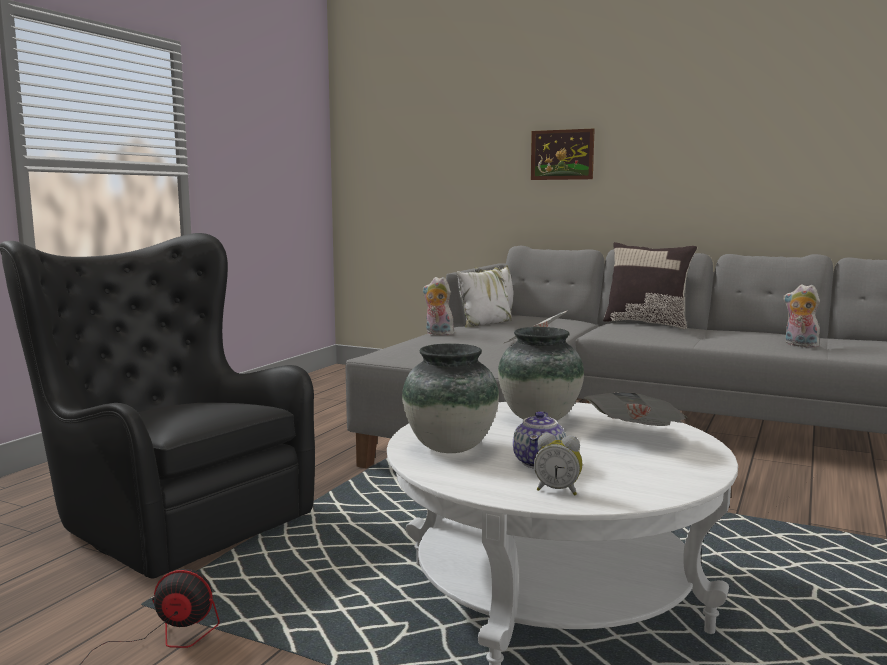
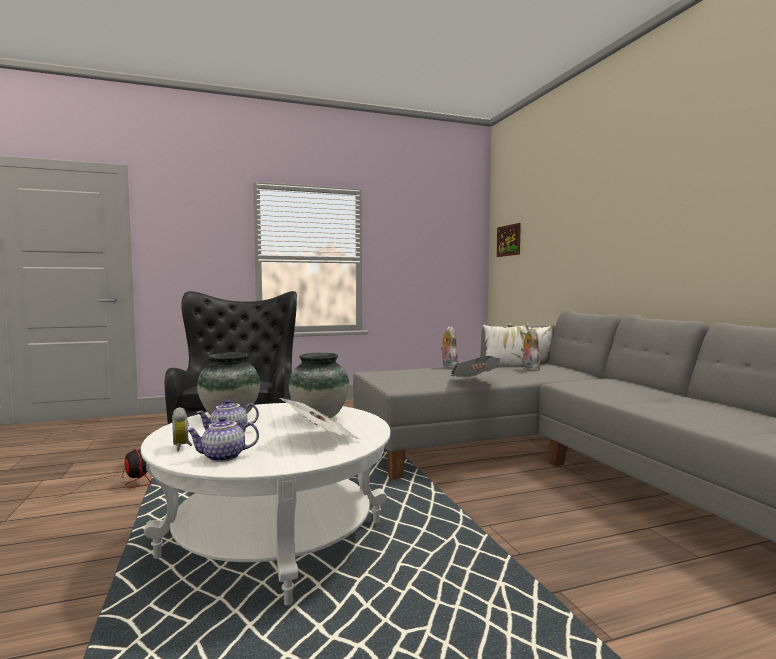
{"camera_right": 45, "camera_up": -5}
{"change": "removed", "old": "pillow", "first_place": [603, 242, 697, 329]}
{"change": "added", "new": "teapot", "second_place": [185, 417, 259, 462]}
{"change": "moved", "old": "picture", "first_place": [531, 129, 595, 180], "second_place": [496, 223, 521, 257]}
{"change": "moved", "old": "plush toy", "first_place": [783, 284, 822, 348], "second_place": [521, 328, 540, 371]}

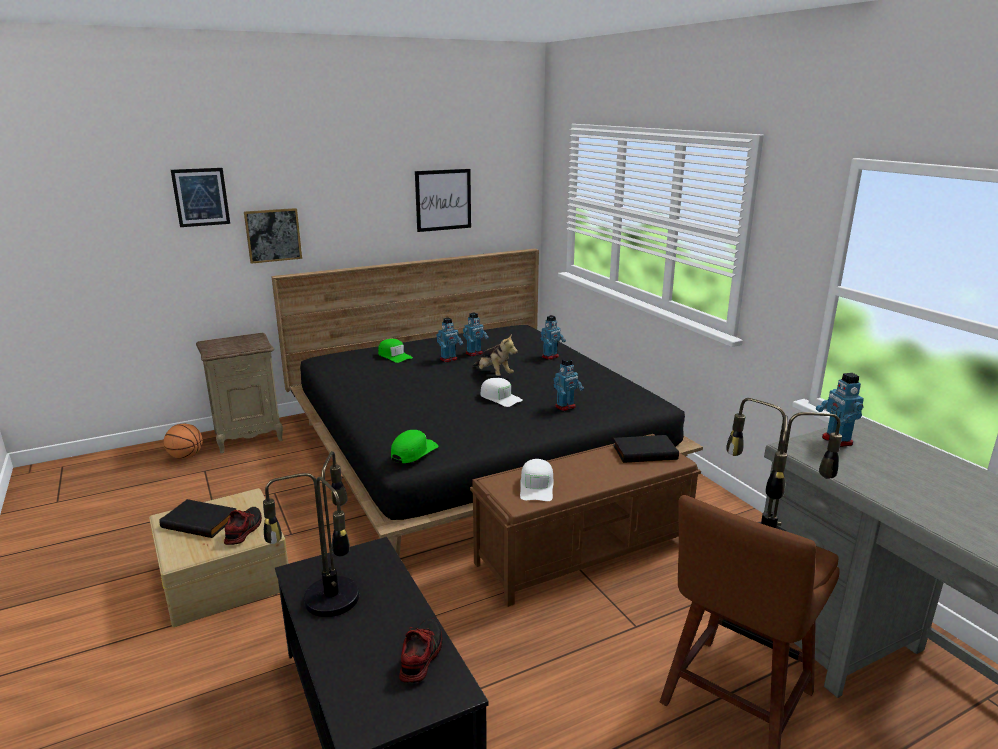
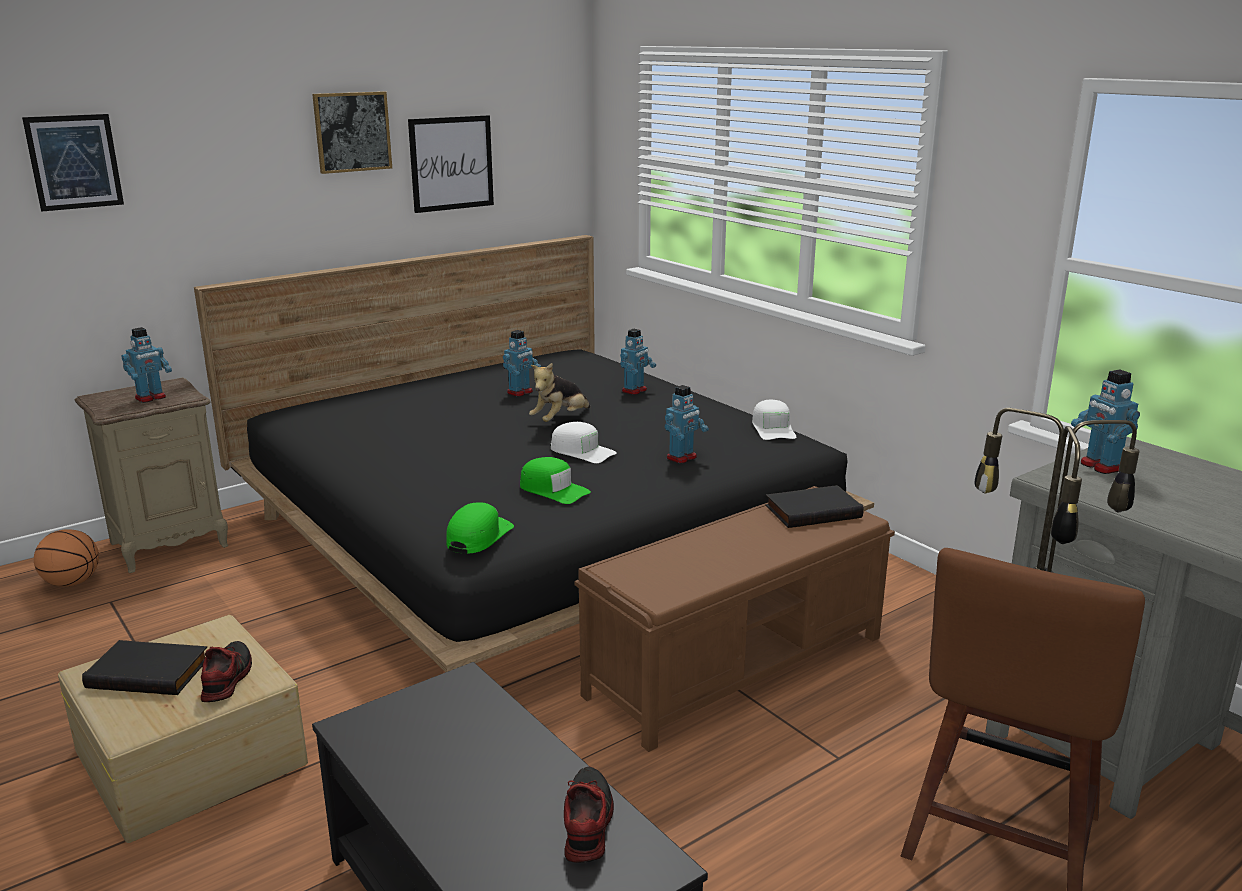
{"camera_right": -10, "camera_up": 0}
{"change": "removed", "old": "table lamp", "first_place": [263, 451, 359, 617]}
{"change": "moved", "old": "picture", "first_place": [244, 208, 302, 264], "second_place": [312, 91, 392, 174]}
{"change": "moved", "old": "green cap", "first_place": [378, 339, 413, 363], "second_place": [520, 457, 591, 504]}
{"change": "moved", "old": "toy robot", "first_place": [437, 317, 463, 363], "second_place": [122, 327, 172, 403]}
{"change": "moved", "old": "white cap", "first_place": [520, 459, 554, 501], "second_place": [752, 400, 796, 440]}
{"change": "turned", "old": "plush toy", "first_place": [472, 336, 518, 376], "second_place": [529, 363, 590, 422], "degrees": 90}

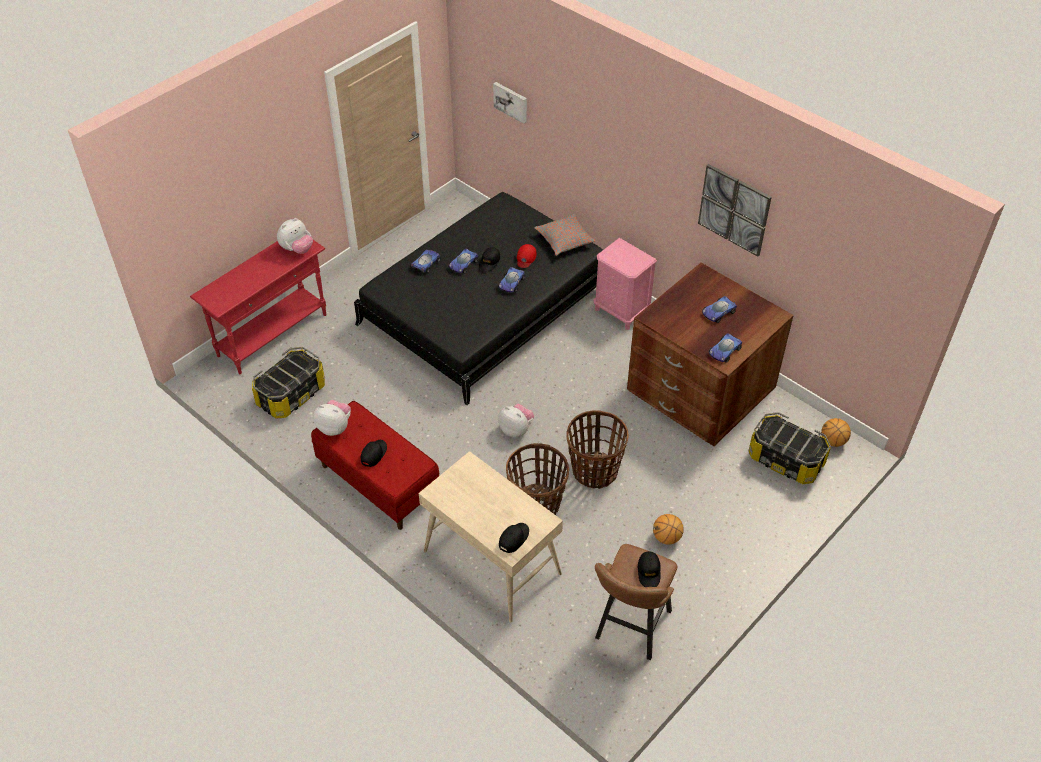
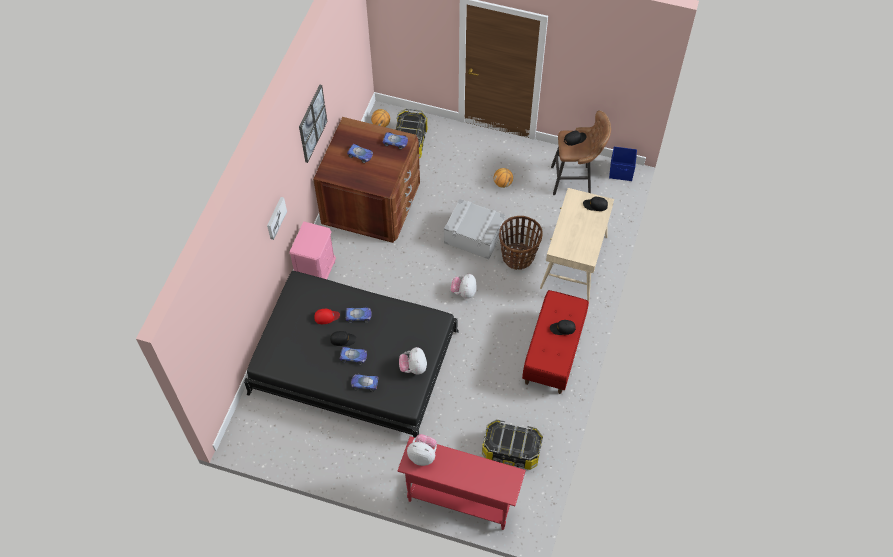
{"camera_right": -115, "camera_up": 10}
{"change": "removed", "old": "grey pillow", "first_place": [534, 214, 596, 256]}
{"change": "added", "new": "blue storage box", "second_place": [609, 147, 637, 181]}
{"change": "moved", "old": "plush toy", "first_place": [313, 400, 351, 436], "second_place": [399, 347, 427, 374]}
{"change": "moved", "old": "picture", "first_place": [493, 82, 527, 124], "second_place": [267, 197, 287, 240]}
{"change": "replaced", "old": "basket", "new": "grey storage box", "first_place": [566, 410, 629, 489], "second_place": [444, 199, 505, 259]}

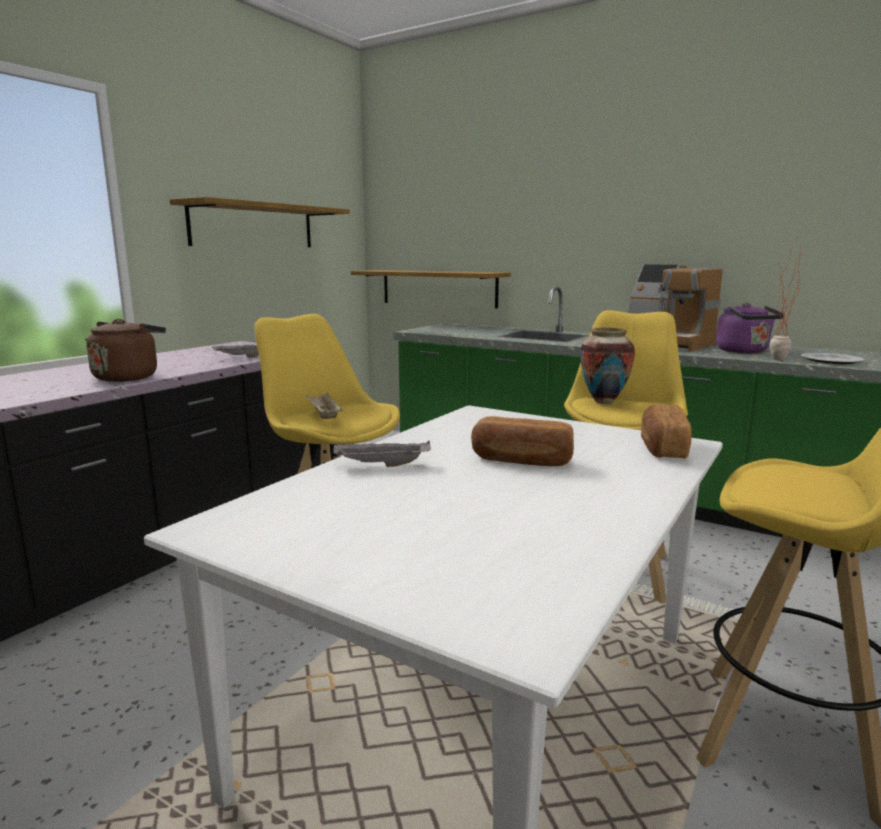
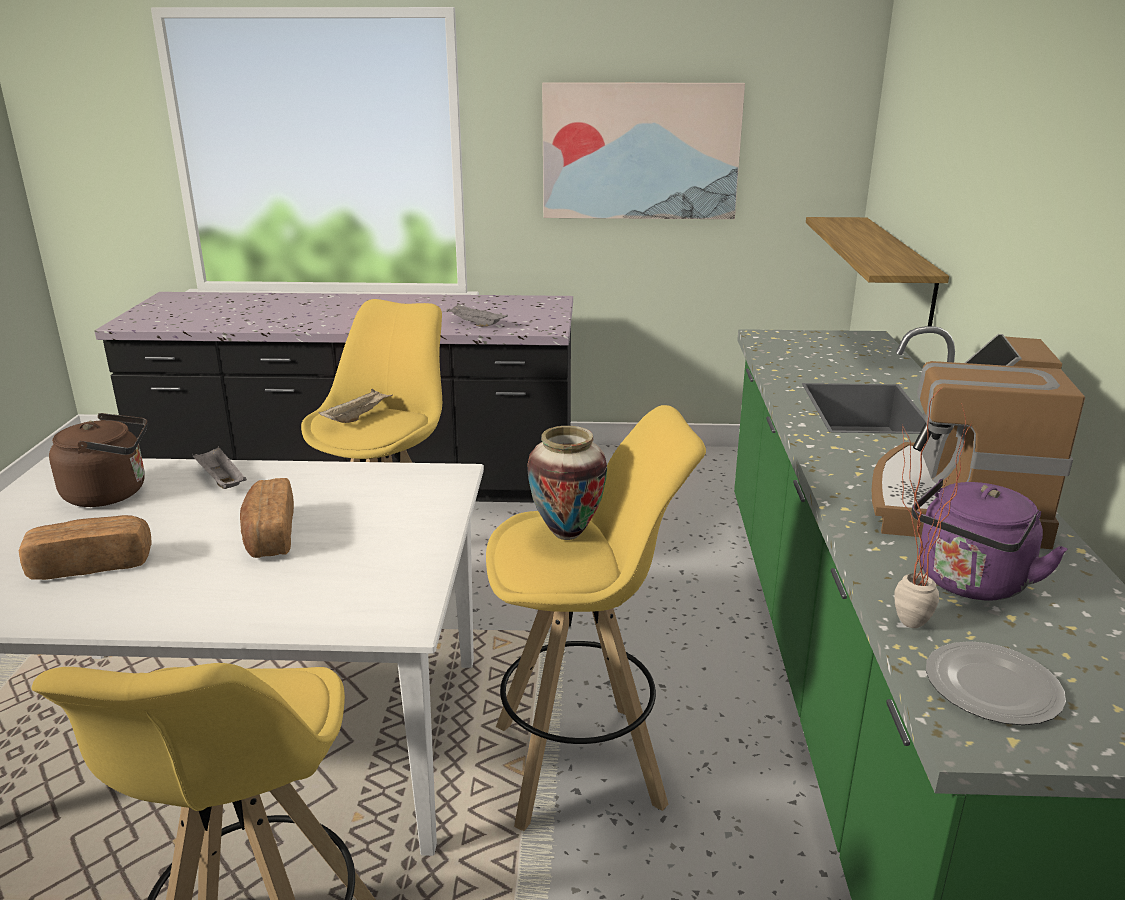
{"camera_right": 60, "camera_up": 10}
{"change": "moved", "old": "brown kettle", "first_place": [85, 319, 166, 382], "second_place": [49, 413, 148, 507]}
{"change": "moved", "old": "bread", "first_place": [641, 404, 692, 459], "second_place": [19, 515, 151, 580]}
{"change": "replaced", "old": "shelf", "new": "picture", "first_place": [170, 197, 350, 247], "second_place": [542, 82, 745, 219]}

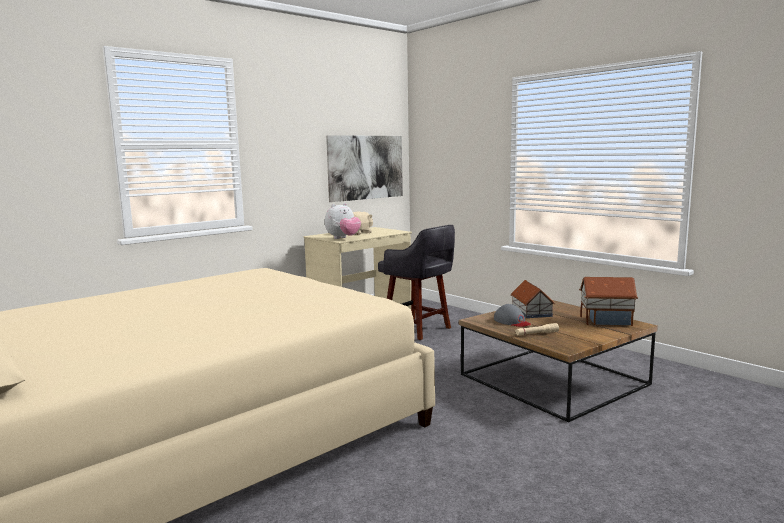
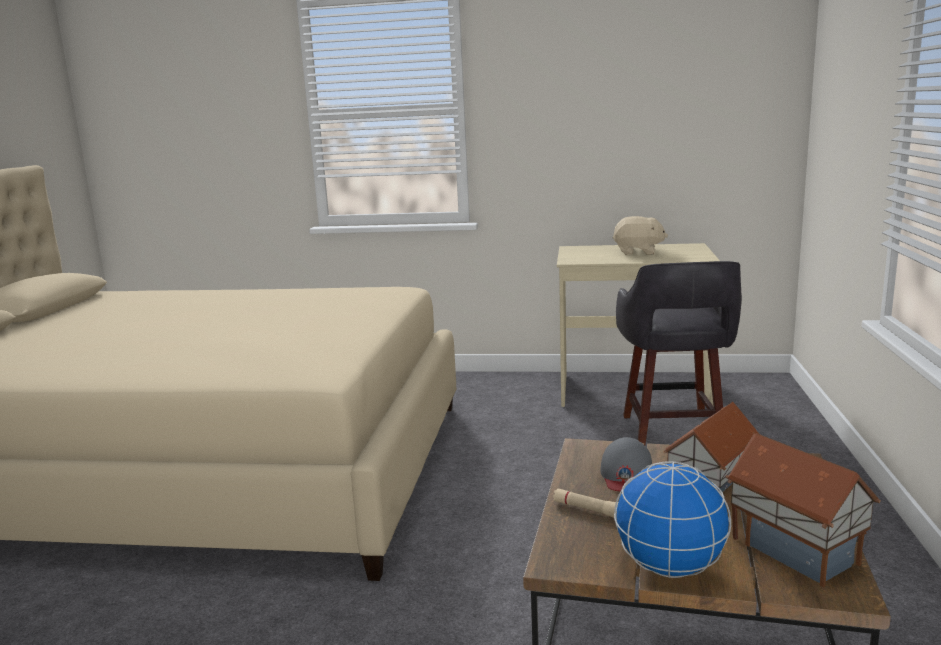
{"camera_right": 50, "camera_up": 5}
{"change": "removed", "old": "plush toy", "first_place": [325, 203, 361, 239]}
{"change": "removed", "old": "picture", "first_place": [326, 135, 403, 202]}
{"change": "added", "new": "globe", "second_place": [614, 461, 731, 578]}

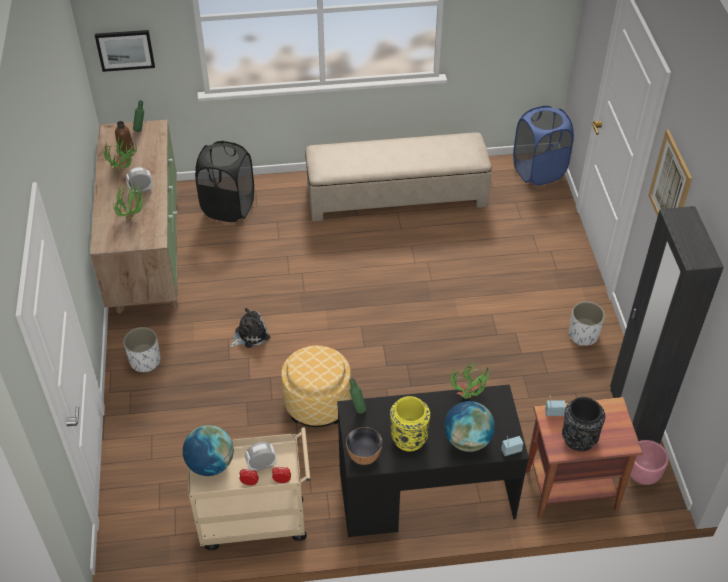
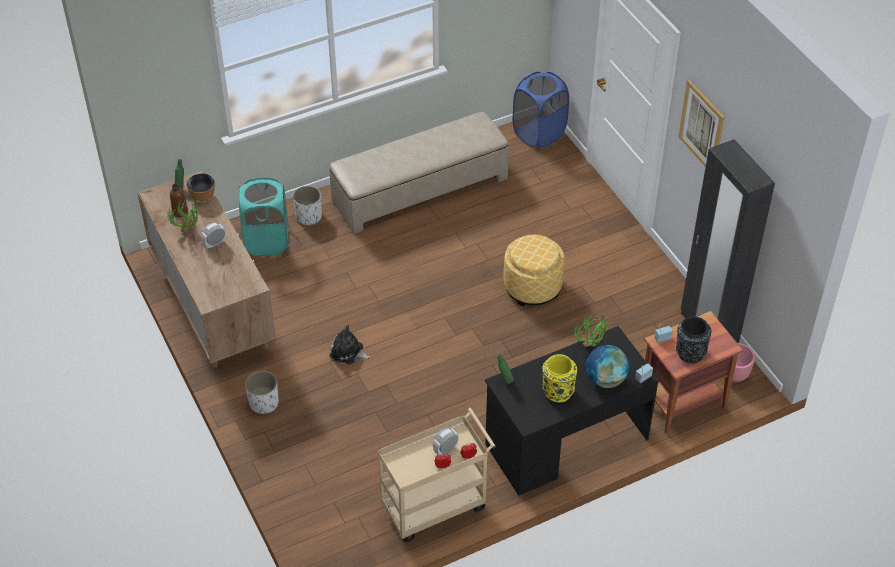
{"camera_right": -20, "camera_up": 0}
{"change": "removed", "old": "picture", "first_place": [95, 30, 155, 72]}
{"change": "removed", "old": "potted plant", "first_place": [114, 180, 145, 220]}
{"change": "removed", "old": "globe", "first_place": [183, 425, 234, 476]}
{"change": "moved", "old": "ottoman", "first_place": [281, 346, 351, 427], "second_place": [504, 235, 564, 306]}
{"change": "moved", "old": "bowl", "first_place": [346, 427, 382, 465], "second_place": [187, 173, 215, 201]}
{"change": "moved", "old": "white planter", "first_place": [569, 301, 605, 346], "second_place": [293, 186, 322, 226]}
{"change": "recoloured", "old": "black laundry basket", "new": "turquoise laundry basket", "first_place": [195, 141, 254, 222], "second_place": [239, 177, 289, 256]}
{"change": "turned", "old": "plush toy", "first_place": [230, 308, 270, 348], "second_place": [330, 325, 371, 365], "degrees": -105}

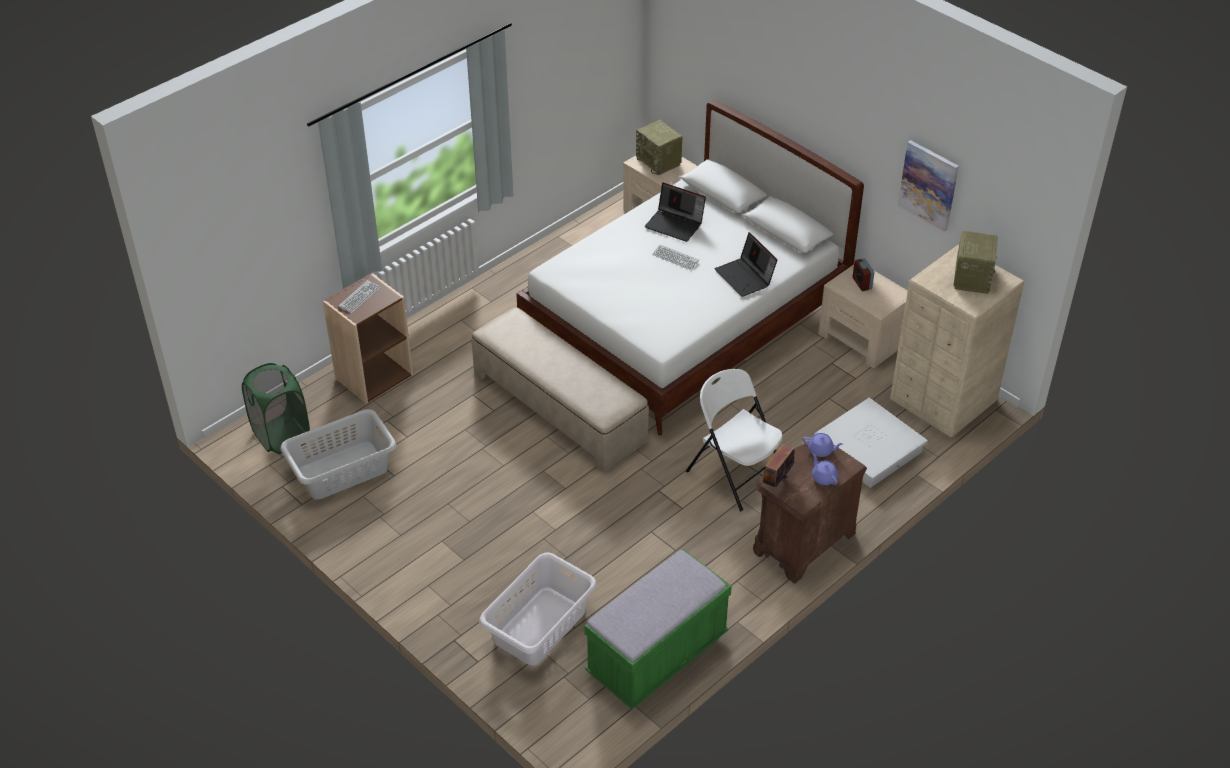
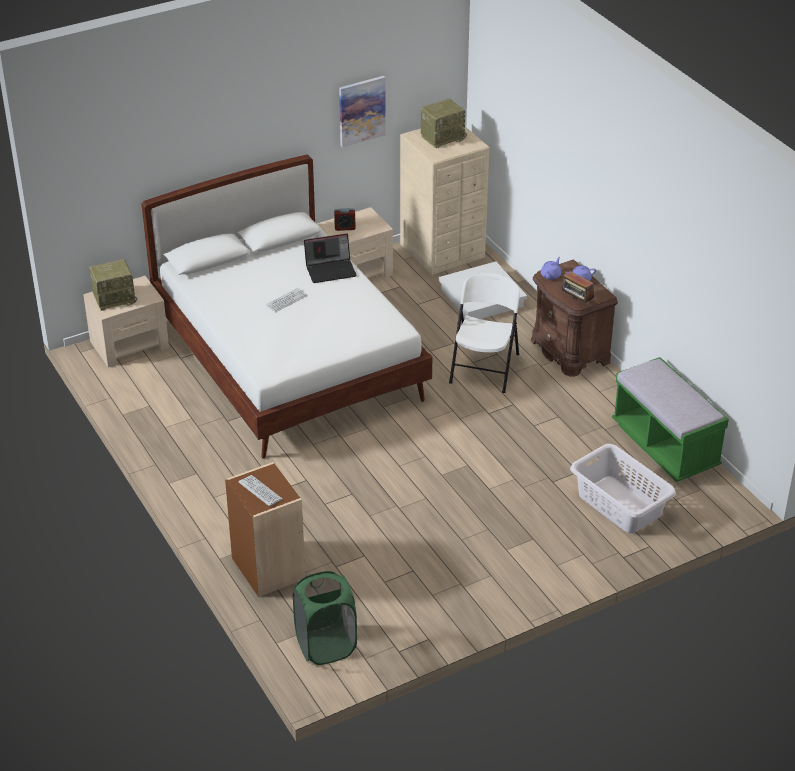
{"camera_right": -75, "camera_up": -5}
{"change": "removed", "old": "grey laundry basket", "first_place": [280, 409, 396, 500]}
{"change": "removed", "old": "beige bench", "first_place": [471, 307, 649, 472]}
{"change": "removed", "old": "laptop", "first_place": [645, 183, 706, 242]}
{"change": "turned", "old": "white chair", "first_place": [686, 369, 782, 512], "second_place": [449, 273, 520, 393], "degrees": 135}
{"change": "turned", "old": "radio", "first_place": [954, 231, 998, 294], "second_place": [421, 99, 467, 148], "degrees": 120}

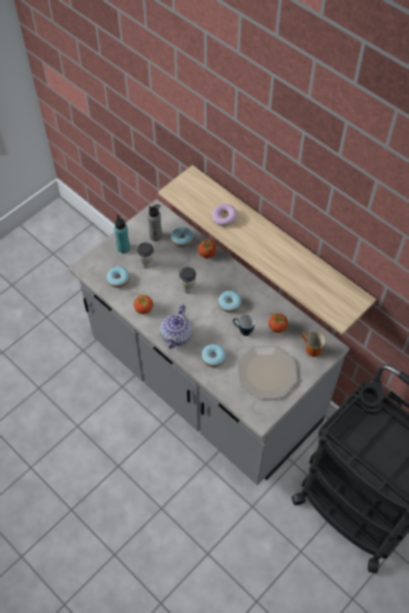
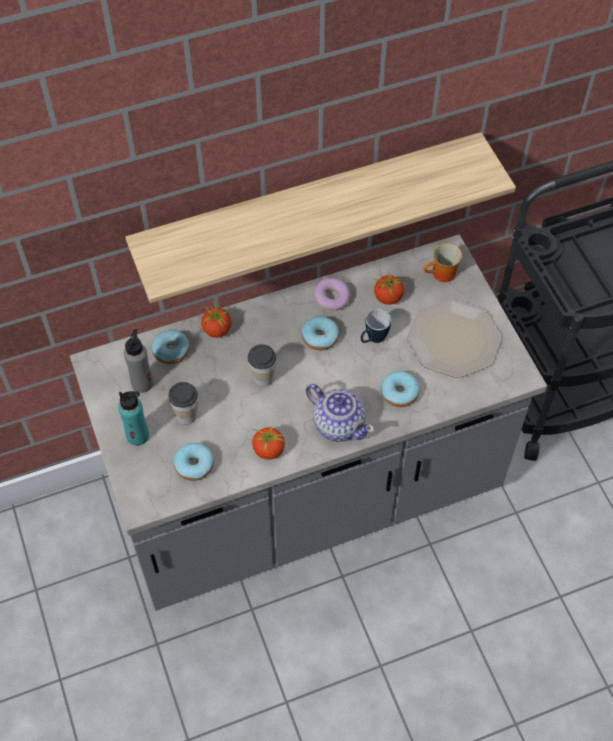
{"camera_right": -65, "camera_up": 0}
{"change": "moved", "old": "donut", "first_place": [212, 204, 237, 226], "second_place": [314, 278, 350, 311]}

